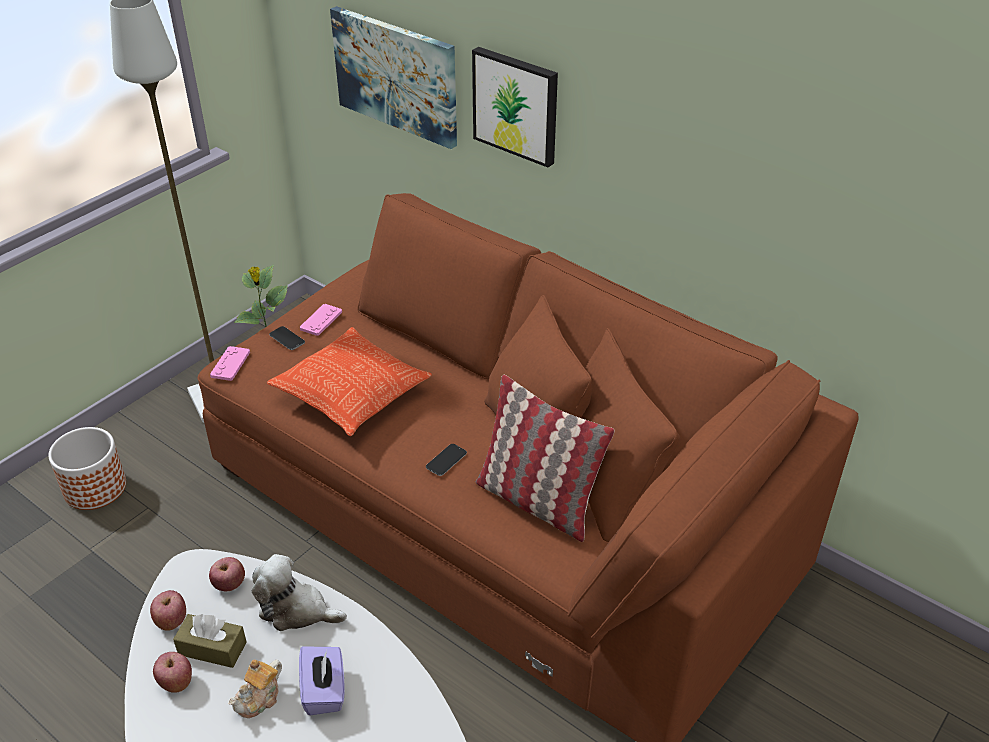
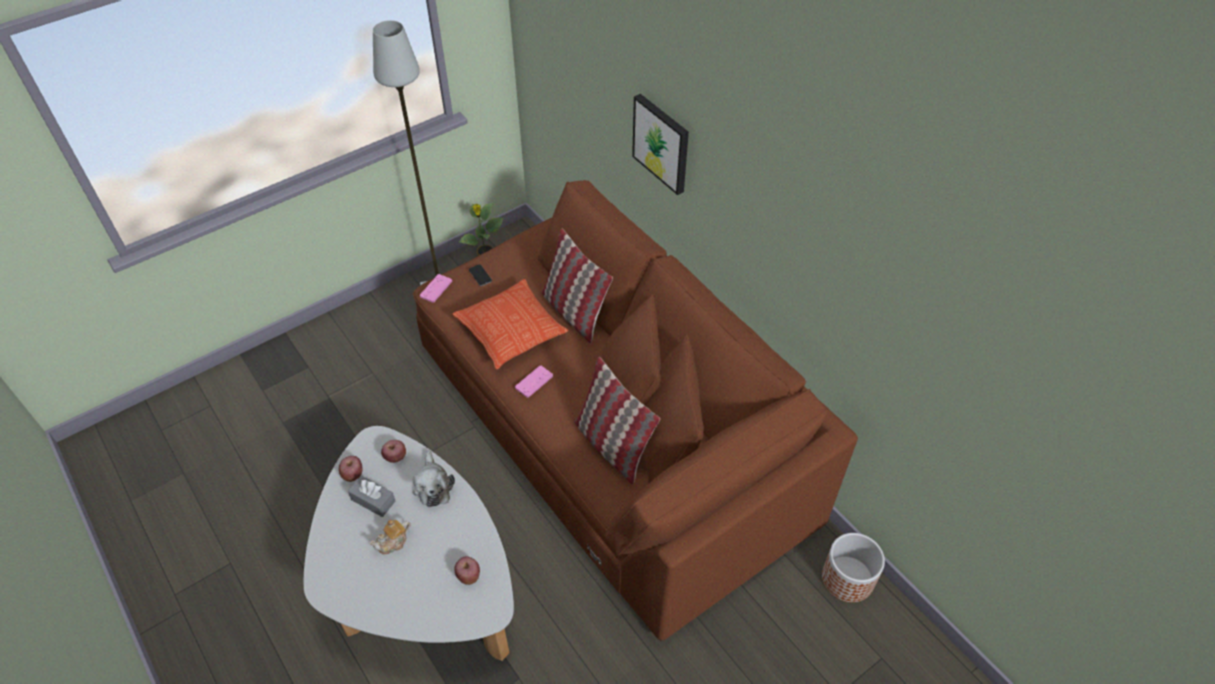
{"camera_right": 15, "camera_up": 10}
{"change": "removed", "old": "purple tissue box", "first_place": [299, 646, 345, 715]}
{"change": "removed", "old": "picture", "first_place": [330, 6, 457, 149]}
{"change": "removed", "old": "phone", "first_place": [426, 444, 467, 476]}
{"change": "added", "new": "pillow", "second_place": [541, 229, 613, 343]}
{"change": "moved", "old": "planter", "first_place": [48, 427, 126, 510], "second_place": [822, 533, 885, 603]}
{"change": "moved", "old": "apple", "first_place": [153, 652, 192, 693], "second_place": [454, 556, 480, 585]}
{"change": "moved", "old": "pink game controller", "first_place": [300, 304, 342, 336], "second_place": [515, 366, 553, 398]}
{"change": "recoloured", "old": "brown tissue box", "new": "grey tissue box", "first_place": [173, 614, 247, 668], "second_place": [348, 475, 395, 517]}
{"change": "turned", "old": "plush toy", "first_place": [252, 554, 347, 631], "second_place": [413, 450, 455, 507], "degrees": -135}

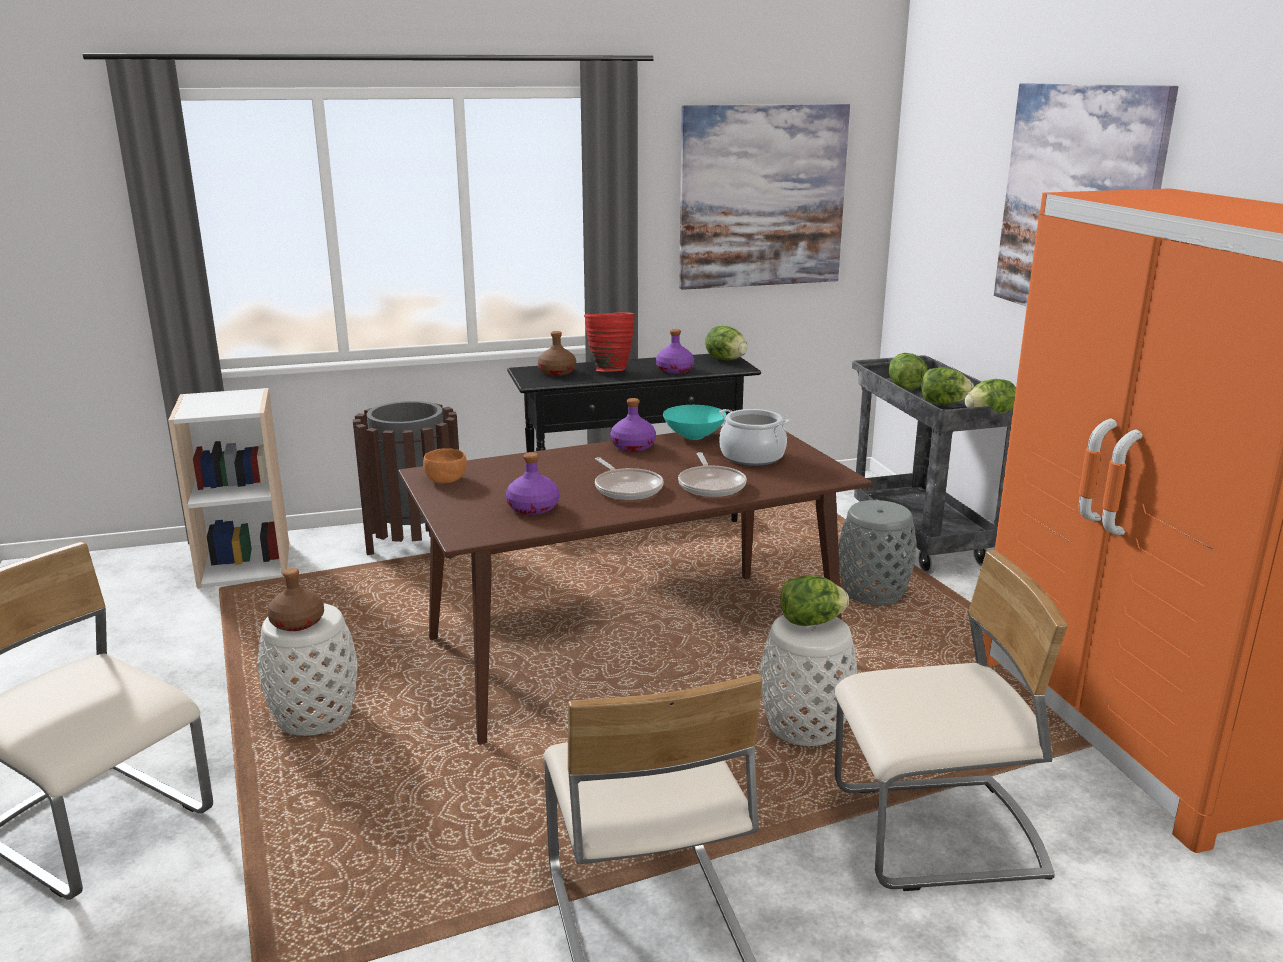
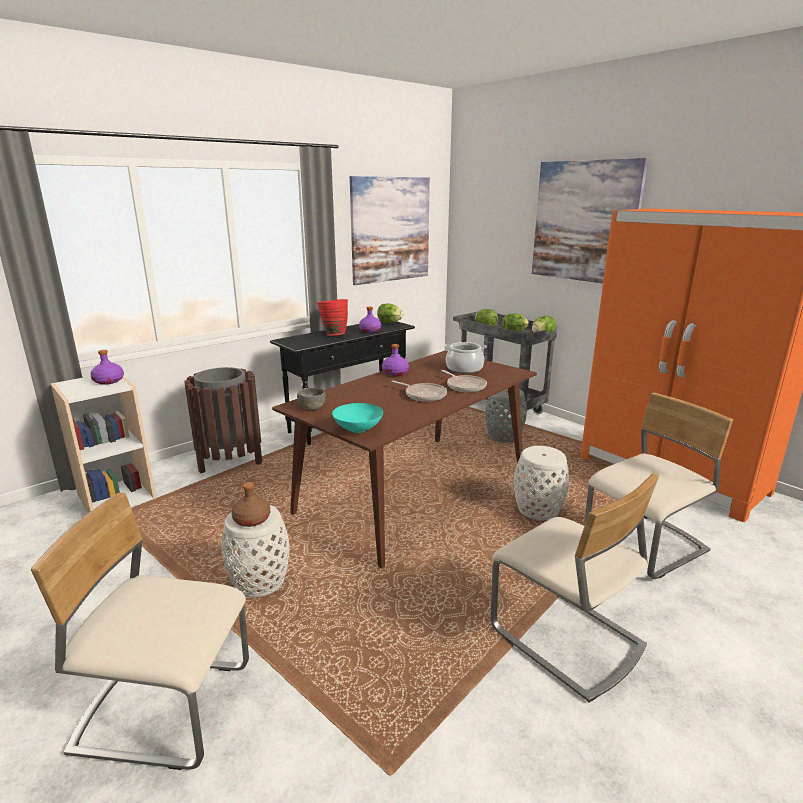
{"camera_right": -25, "camera_up": 0}
{"change": "removed", "old": "brown bottle", "first_place": [538, 331, 576, 376]}
{"change": "removed", "old": "lettuce", "first_place": [781, 575, 849, 626]}
{"change": "moved", "old": "purple bottle", "first_place": [506, 452, 559, 515], "second_place": [90, 350, 124, 385]}
{"change": "moved", "old": "turquoise bowl", "first_place": [663, 405, 726, 440], "second_place": [332, 403, 383, 433]}
{"change": "recoloured", "old": "orange bowl", "new": "grey bowl", "first_place": [423, 448, 467, 484], "second_place": [297, 388, 326, 410]}

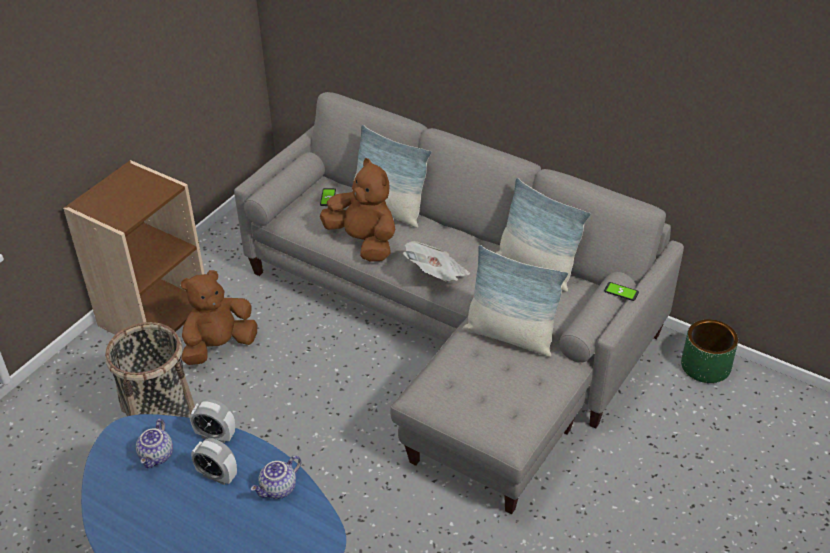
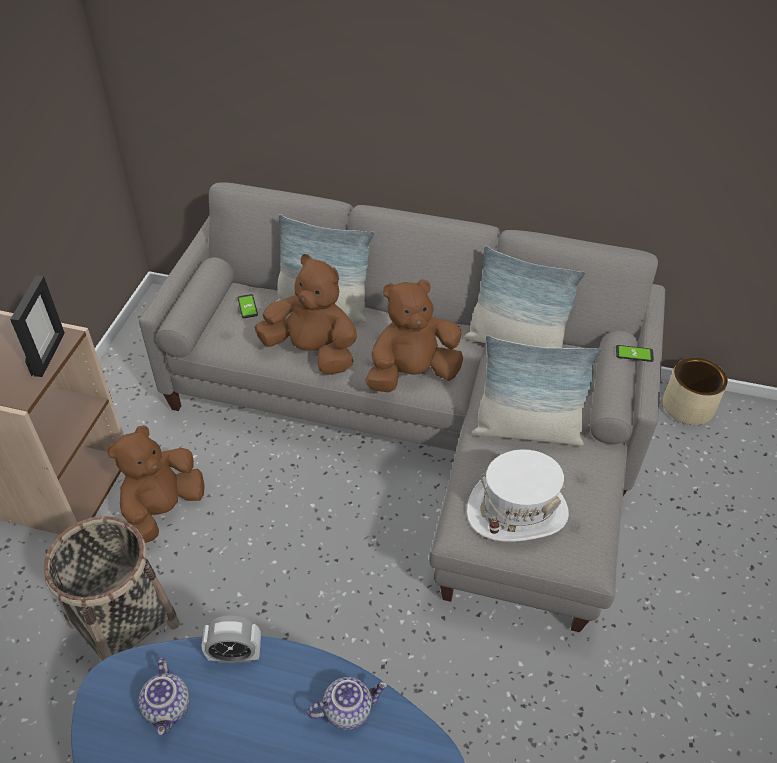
{"camera_right": -20, "camera_up": 5}
{"change": "removed", "old": "alarm clock", "first_place": [191, 438, 237, 485]}
{"change": "added", "new": "picture frame", "second_place": [10, 276, 65, 377]}
{"change": "added", "new": "white hat", "second_place": [467, 449, 569, 542]}
{"change": "replaced", "old": "newspaper", "new": "brown plush toy", "first_place": [403, 241, 470, 282], "second_place": [365, 279, 463, 392]}
{"change": "recoloured", "old": "green planter", "new": "beige planter", "first_place": [681, 319, 738, 383], "second_place": [663, 358, 728, 425]}
{"change": "turned", "old": "teapot", "first_place": [251, 455, 301, 499], "second_place": [307, 677, 387, 730], "degrees": -135}

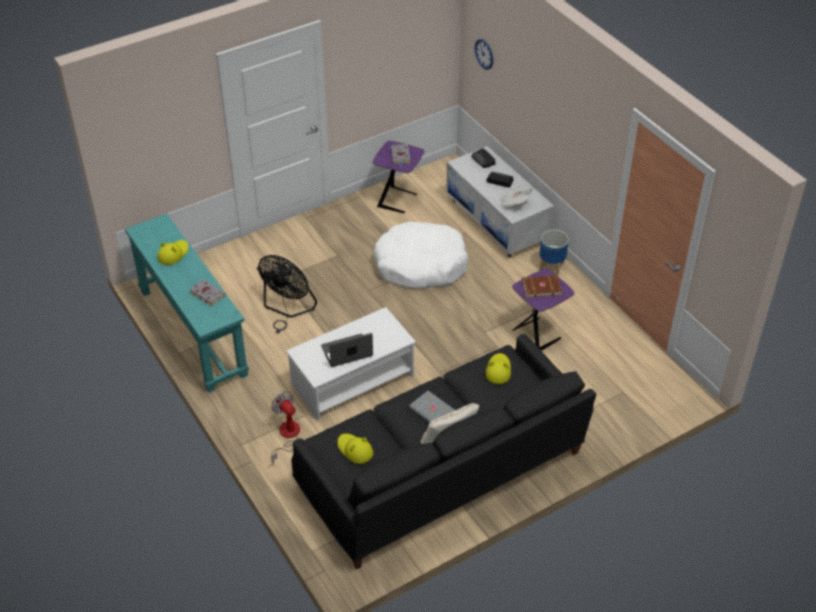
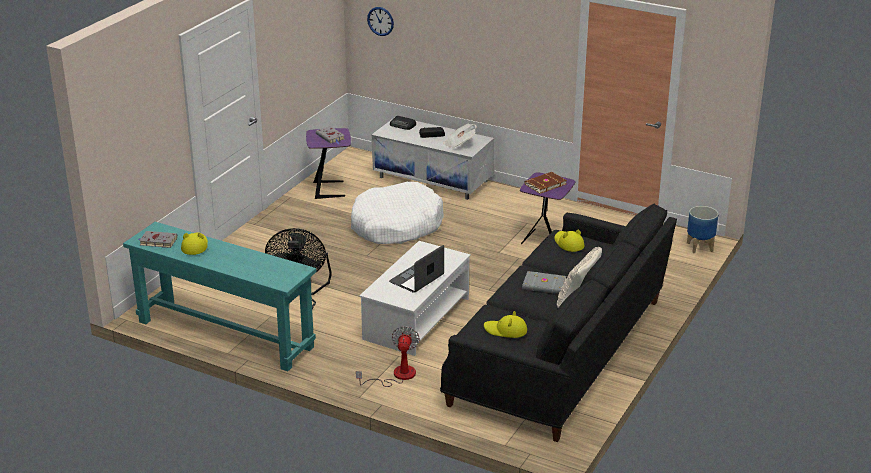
{"camera_right": -30, "camera_up": -15}
{"change": "moved", "old": "grey book", "first_place": [189, 279, 226, 306], "second_place": [138, 231, 178, 248]}
{"change": "moved", "old": "planter", "first_place": [539, 230, 569, 275], "second_place": [687, 206, 718, 253]}
{"change": "turned", "old": "fan", "first_place": [271, 392, 300, 463], "second_place": [356, 326, 420, 387], "degrees": 75}

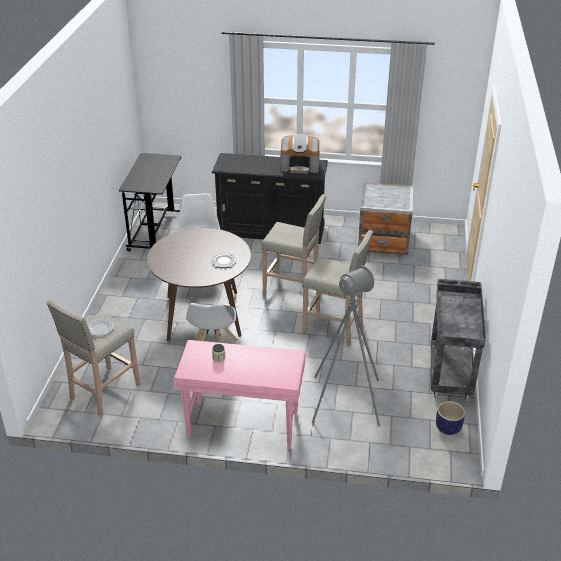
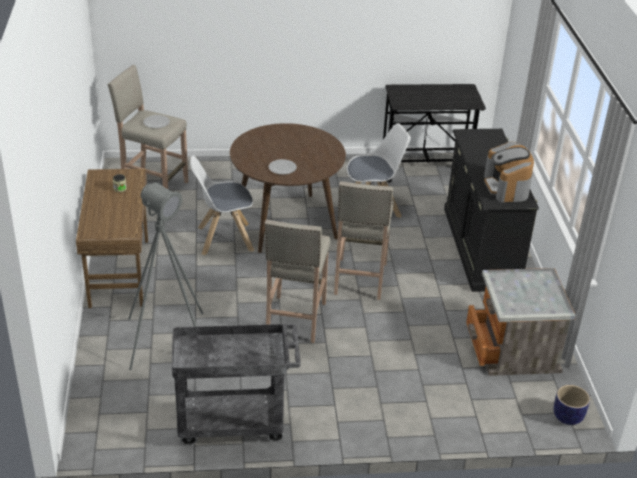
{"camera_right": 75, "camera_up": 0}
{"change": "moved", "old": "planter", "first_place": [436, 401, 465, 435], "second_place": [554, 385, 590, 425]}
{"change": "recoloured", "old": "pink console table", "new": "brown console table", "first_place": [174, 340, 306, 449], "second_place": [76, 169, 148, 308]}

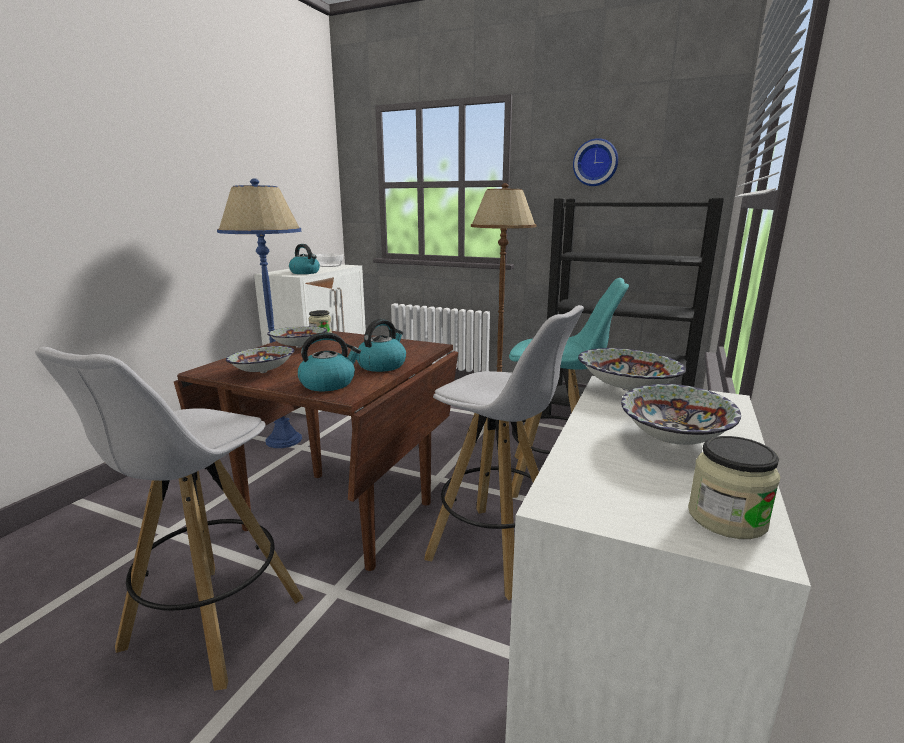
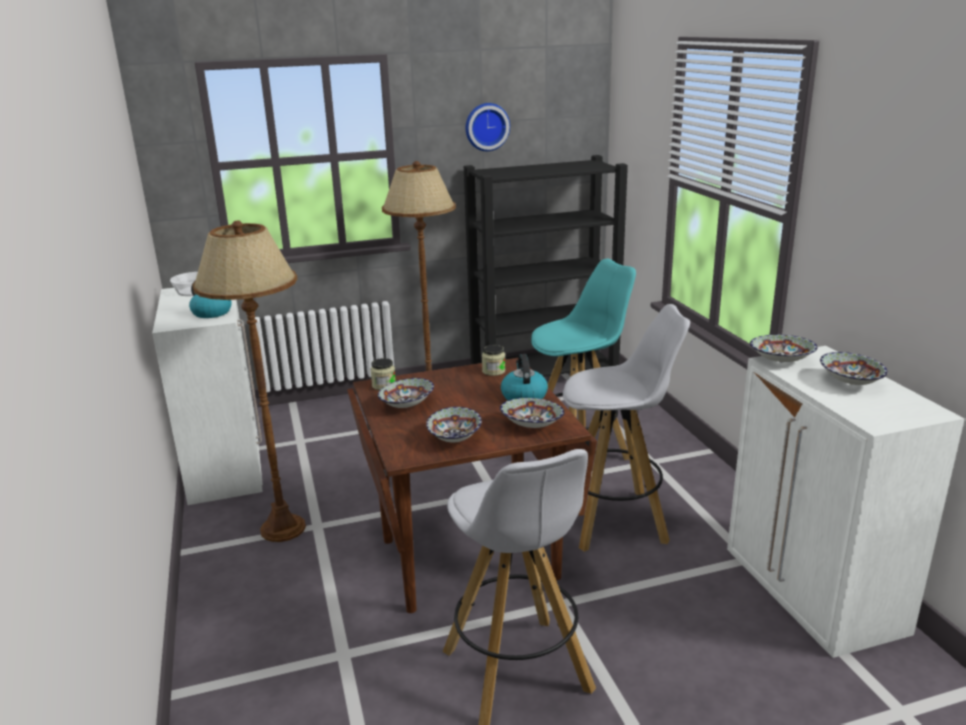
{"camera_right": -40, "camera_up": 5}
{"change": "moved", "old": "jar", "first_place": [688, 436, 781, 539], "second_place": [482, 345, 506, 376]}
{"change": "replaced", "old": "kettle", "new": "bowl", "first_place": [298, 332, 361, 391], "second_place": [500, 398, 565, 428]}
{"change": "recoloured", "old": "blue floor lamp", "new": "brown floor lamp", "first_place": [217, 178, 302, 448], "second_place": [192, 221, 306, 542]}

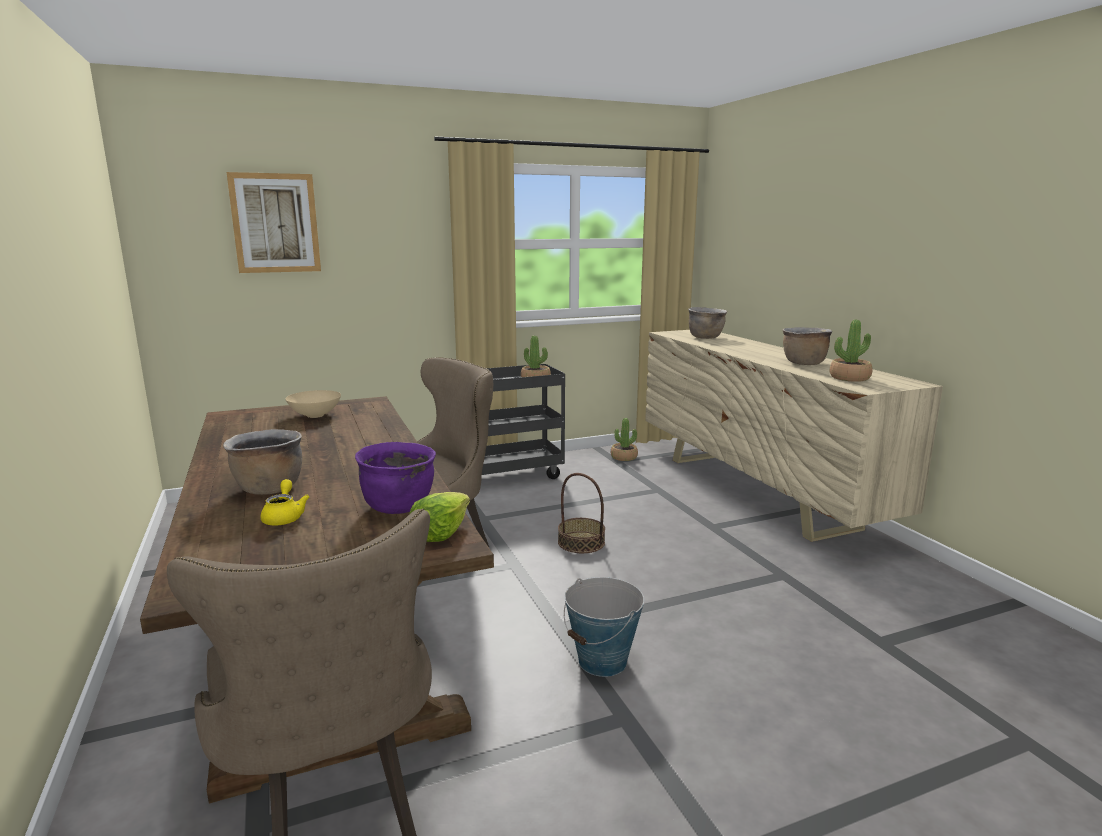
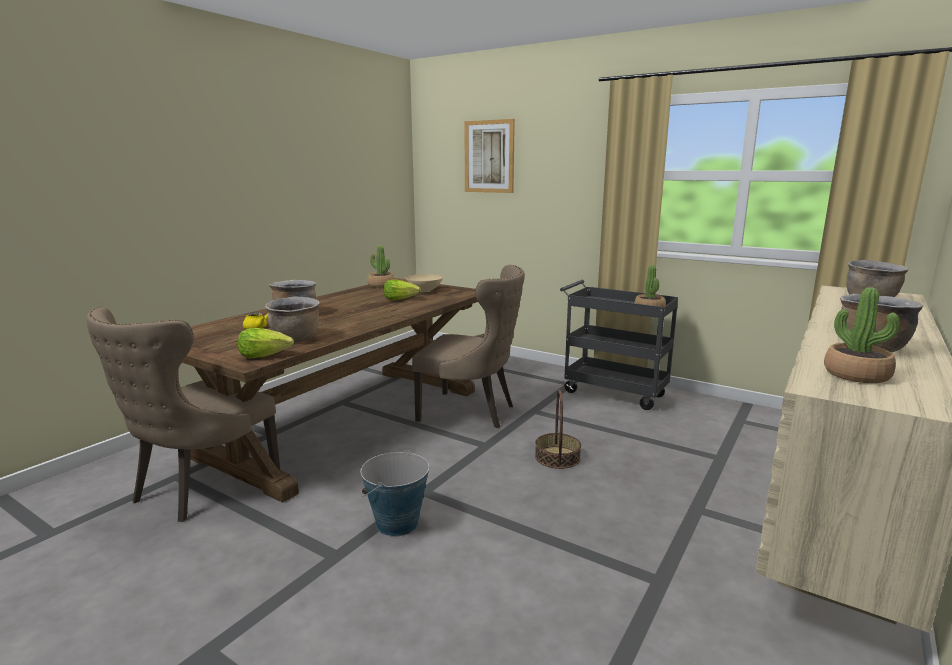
{"camera_right": 55, "camera_up": 0}
{"change": "added", "new": "lettuce", "second_place": [384, 279, 421, 300]}
{"change": "moved", "old": "potted plant", "first_place": [611, 418, 638, 461], "second_place": [367, 245, 394, 288]}
{"change": "recoloured", "old": "purple cooking pot", "new": "brown cooking pot", "first_place": [355, 442, 436, 514], "second_place": [265, 296, 320, 343]}

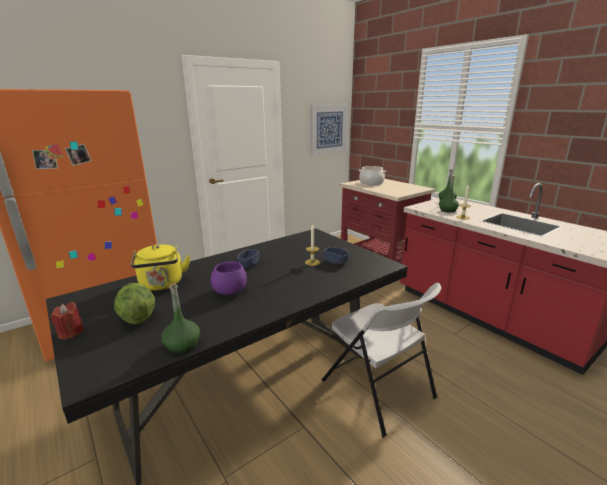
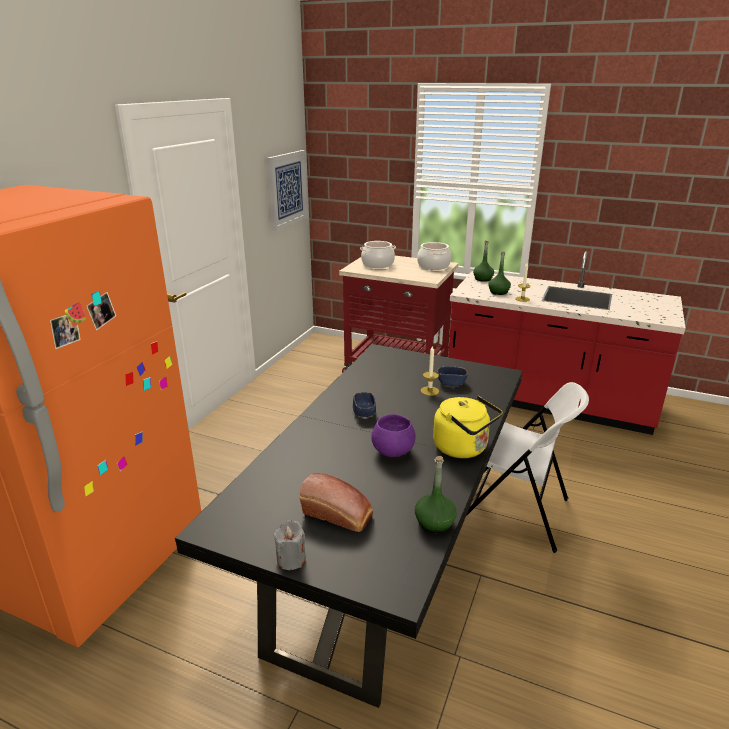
{"camera_right": -30, "camera_up": 5}
{"change": "added", "new": "cooking pot", "second_place": [417, 242, 451, 270]}
{"change": "moved", "old": "yellow kettle", "first_place": [131, 245, 190, 290], "second_place": [433, 396, 502, 458]}
{"change": "replaced", "old": "lettuce", "new": "bread", "first_place": [114, 283, 155, 324], "second_place": [299, 473, 373, 532]}
{"change": "recoloured", "old": "red candle", "new": "grey candle", "first_place": [51, 302, 84, 340], "second_place": [274, 520, 306, 570]}

